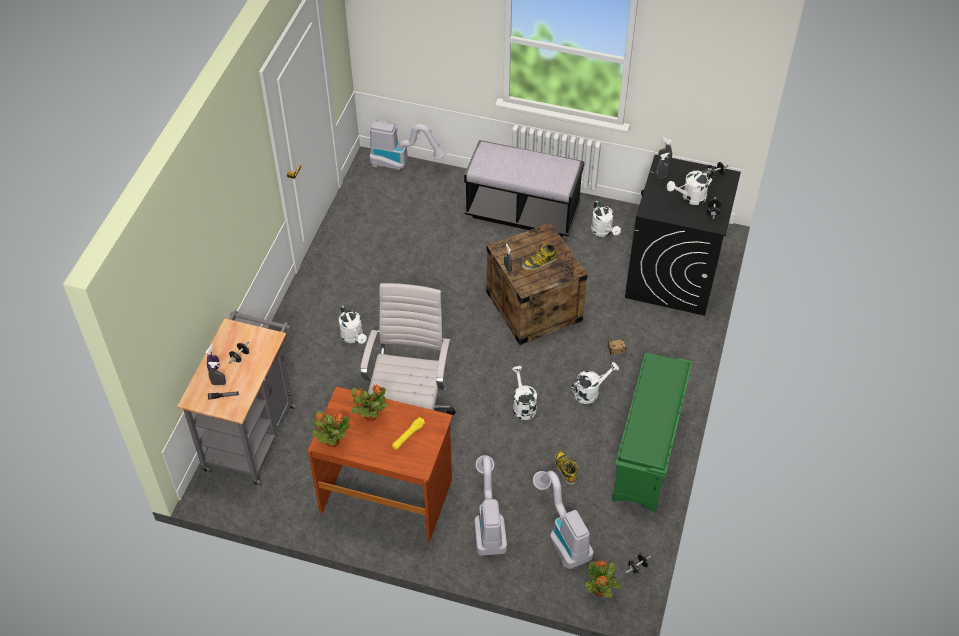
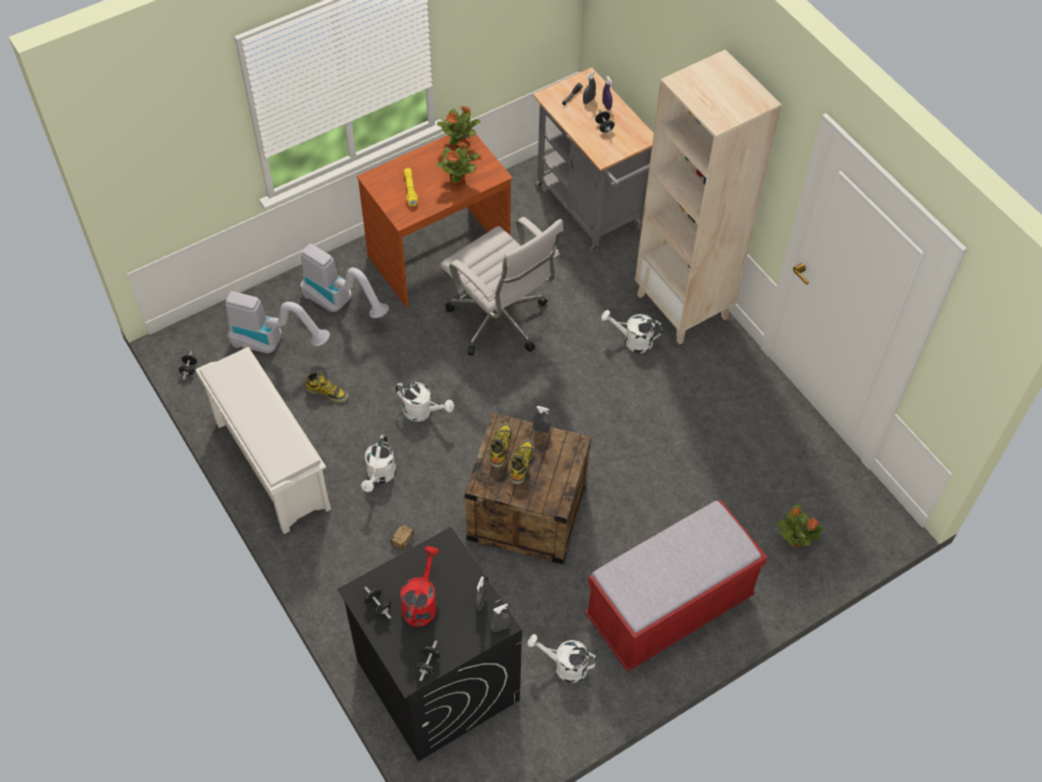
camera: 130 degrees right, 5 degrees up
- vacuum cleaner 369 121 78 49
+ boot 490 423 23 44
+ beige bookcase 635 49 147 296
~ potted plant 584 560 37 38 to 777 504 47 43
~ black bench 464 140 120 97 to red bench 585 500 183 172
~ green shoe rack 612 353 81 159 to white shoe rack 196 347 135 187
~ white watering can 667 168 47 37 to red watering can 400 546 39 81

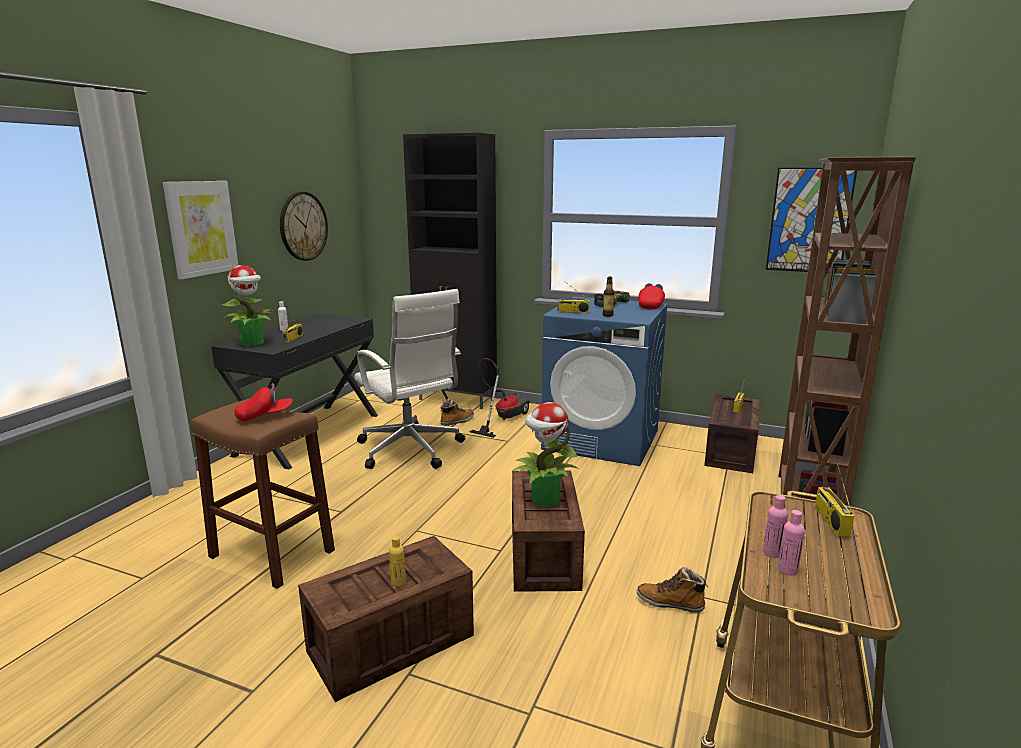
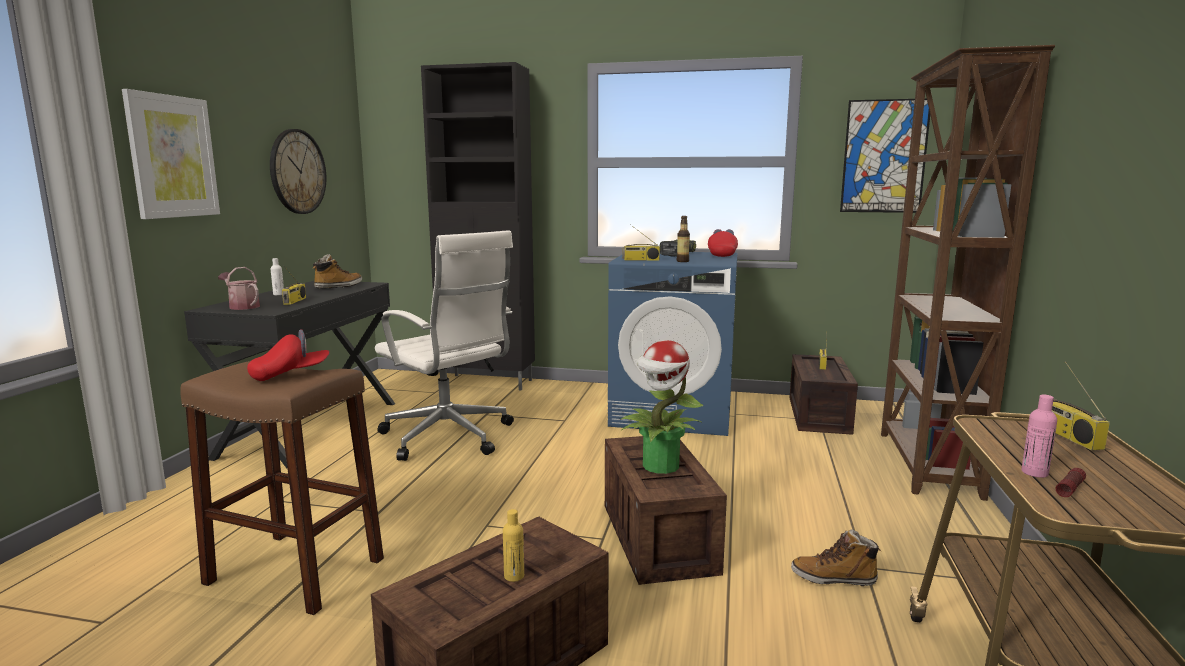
camera: 10 degrees left, 5 degrees down
- vacuum cleaner 470 358 60 80
~ boot 441 399 33 27 to 312 254 50 34
~ potted plant 221 265 51 81 to watering can 218 267 42 43
~ pink bottle 778 510 27 66 to flashlight 1056 468 30 29

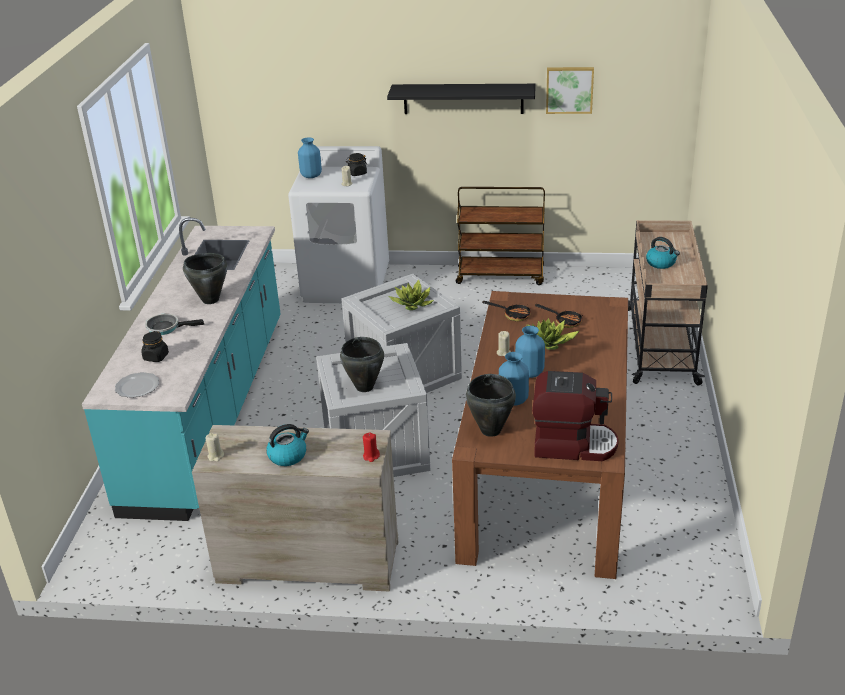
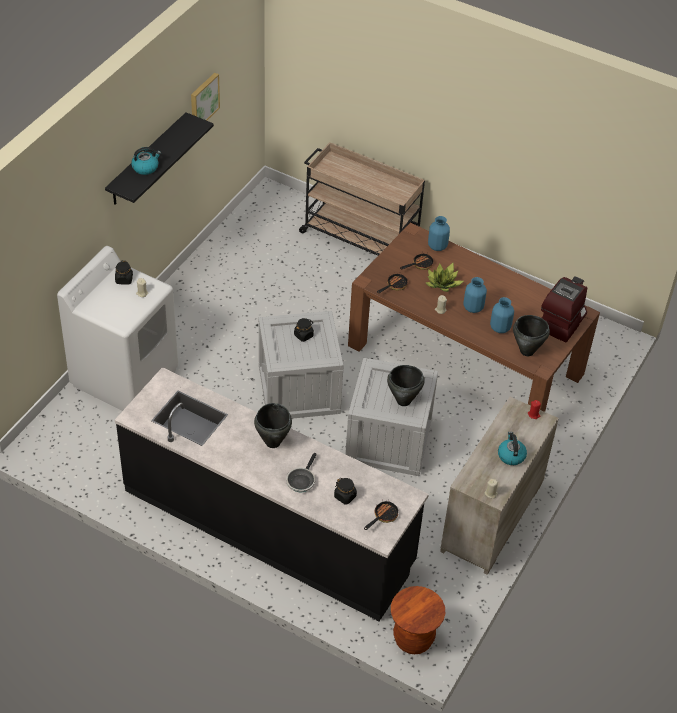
camera: 70 degrees left, 15 degrees up
- brown cart 456 187 89 98
+ brown stool 391 586 54 68
~ blue vase 298 138 24 40 to 428 216 22 35
~ kettle 646 237 34 32 to 131 147 30 28
~ plate 115 372 44 26 to frying pan 364 500 34 30
~ potted plant 389 279 45 31 to black jar 294 318 20 24
~ turquoise counter 82 218 199 303 to black counter 115 367 314 254

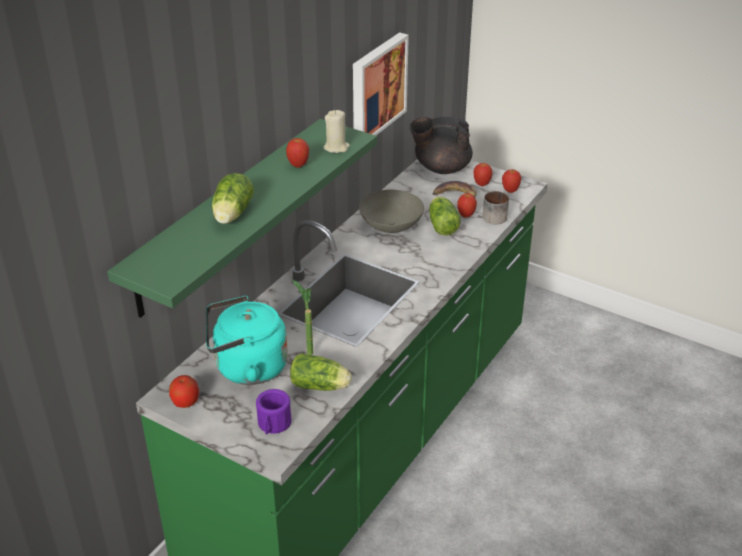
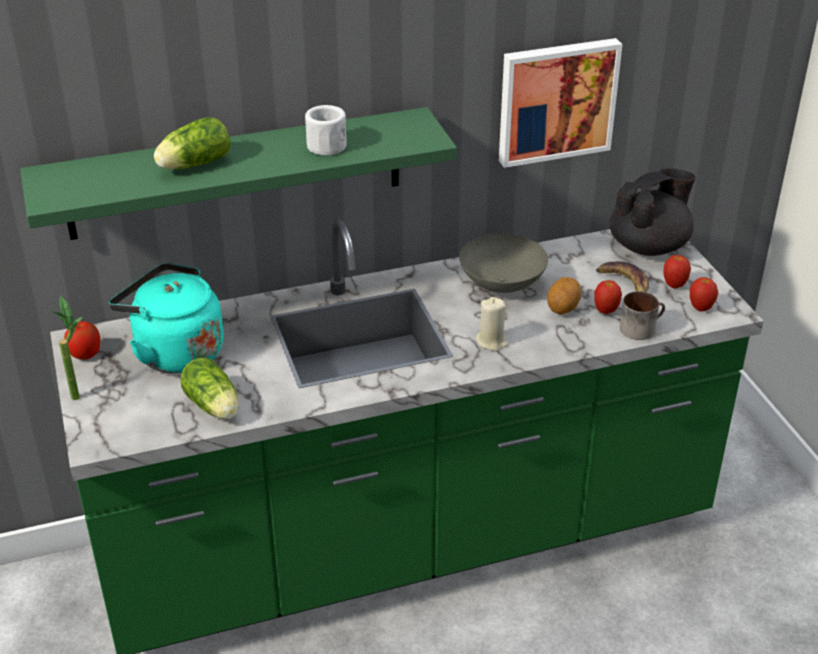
camera: 40 degrees right, 0 degrees up
- purple mug 256 389 35 45
~ potted plant 292 280 21 75 to 51 295 31 105
~ beige candle 323 110 27 43 to 476 297 33 54
~ apple 286 138 23 30 to white mug 305 105 42 51
~ lettuce 429 197 32 39 to potato 547 277 34 38
~ black teapot 410 117 63 57 = 609 168 87 88 105 degrees clockwise

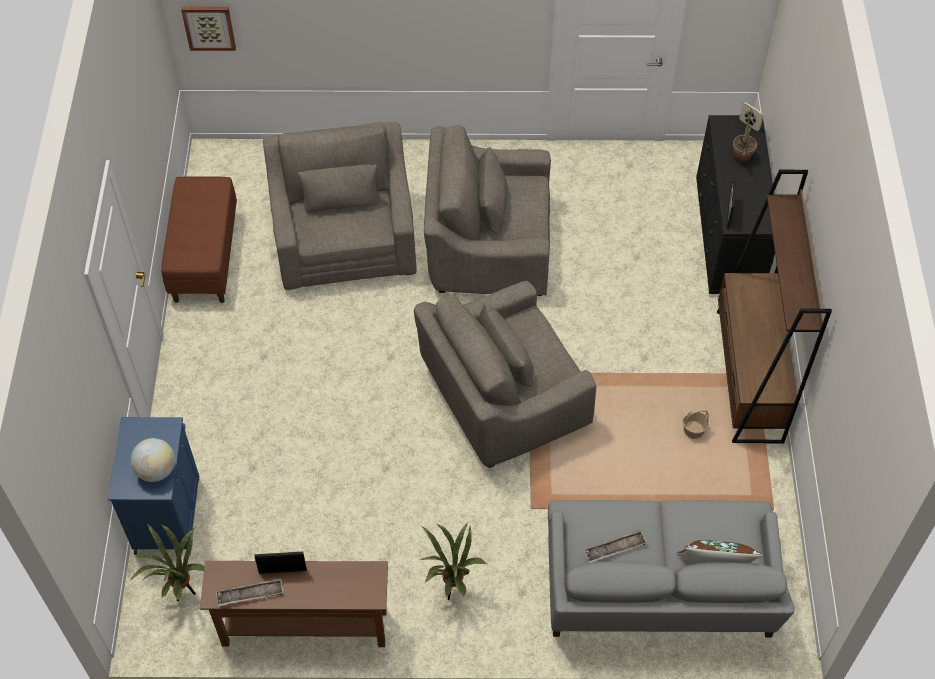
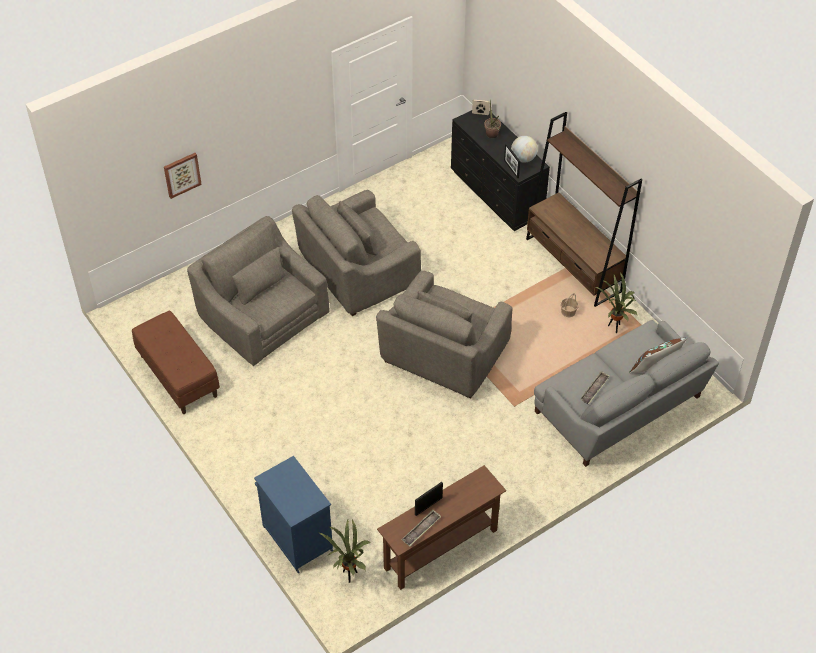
camera: 35 degrees left, 5 degrees down
~ globe 131 438 44 44 to 511 136 27 27
~ picture 181 7 55 44 to 164 153 38 46
~ potted plant 420 523 67 77 to 596 272 42 61

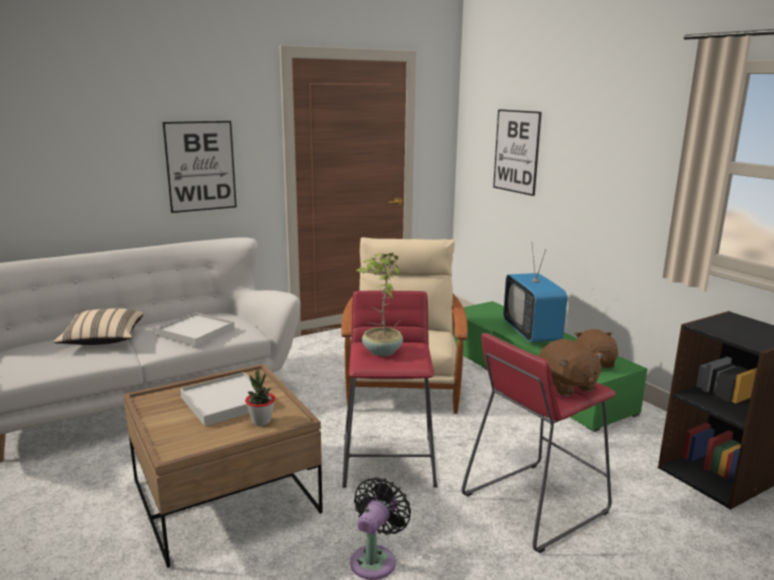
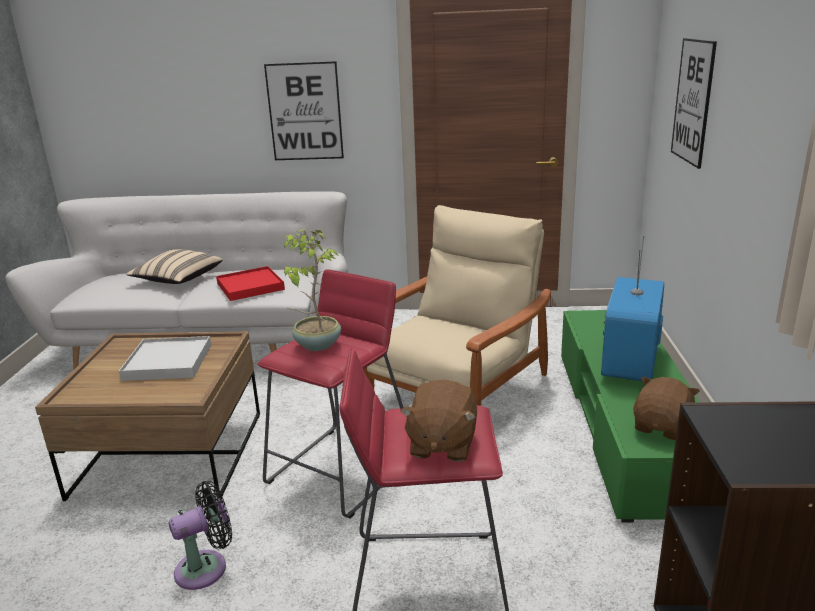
camera: 35 degrees right, 5 degrees up
- potted plant 245 370 30 56
~ white tray 156 313 79 34 to red tray 216 266 69 35

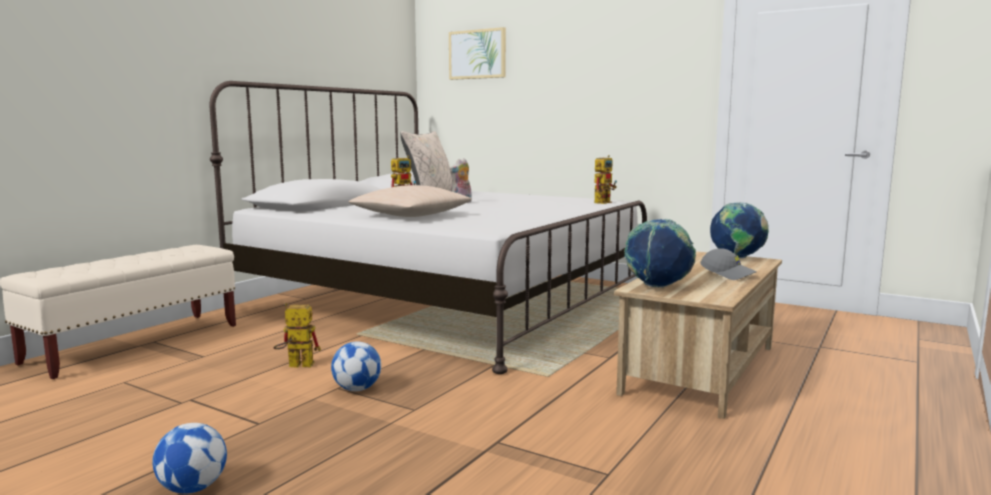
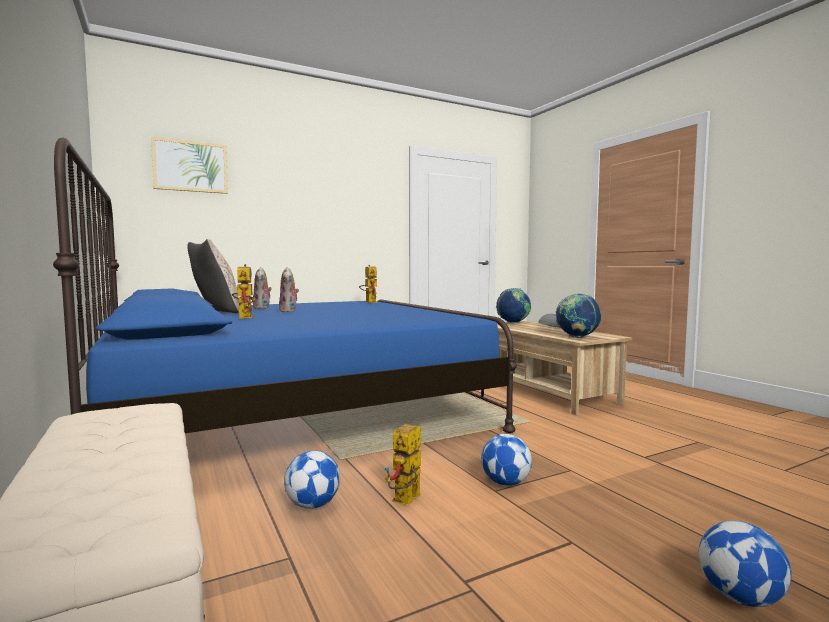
camera: 60 degrees left, 5 degrees down
- beige pillow 349 185 123 32
+ plush toy 253 267 19 42
+ football 284 451 56 58
~ white bed 210 81 437 293 to blue bed 53 138 464 295

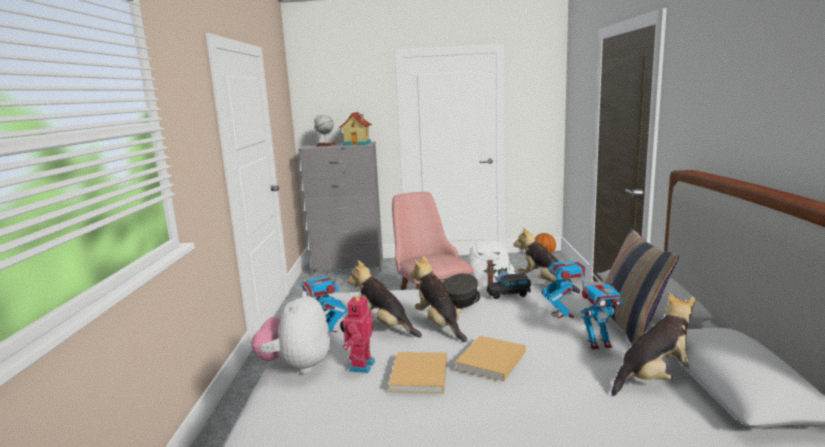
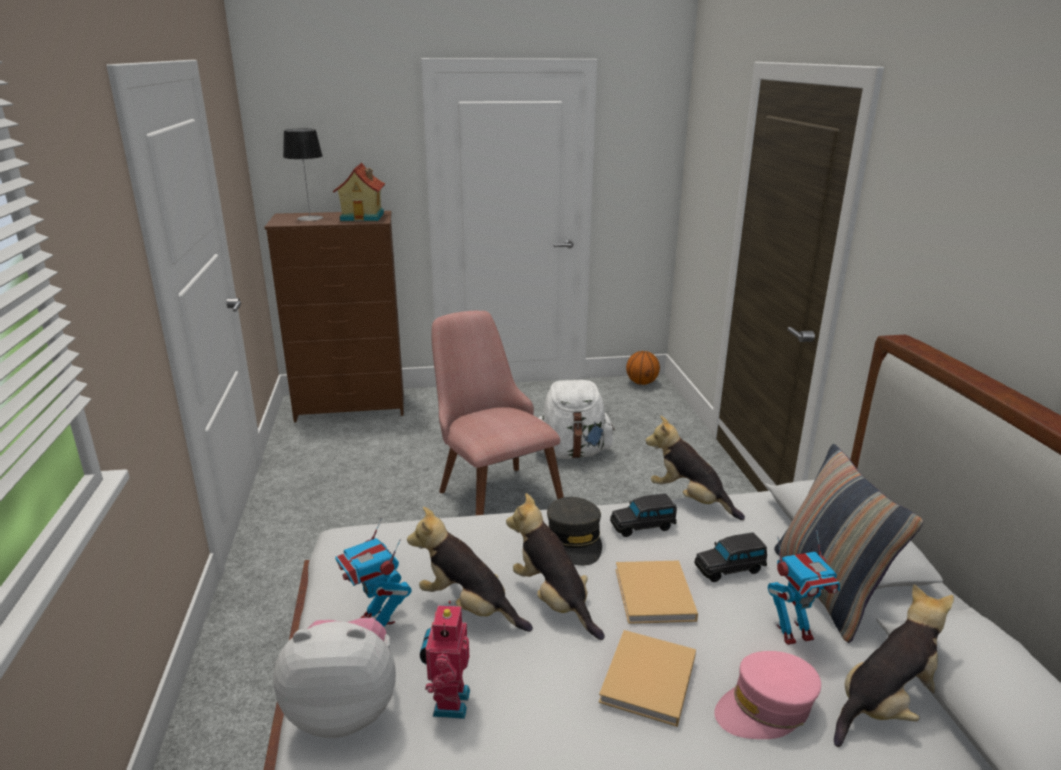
camera: 10 degrees left, 10 degrees up
+ pink cap 714 651 107 88
~ beige book 388 352 59 42 to 615 561 83 63
~ globe 314 114 22 32 to table lamp 283 128 40 93
~ toy robot 542 253 45 65 to black toy car 695 532 72 50
~ grey dresser 298 142 85 133 to brown dresser 265 211 139 211
~ plush toy 251 291 80 83 = 273 617 123 121 90 degrees clockwise
~ grey cap 443 273 37 35 = 547 497 55 69 150 degrees clockwise

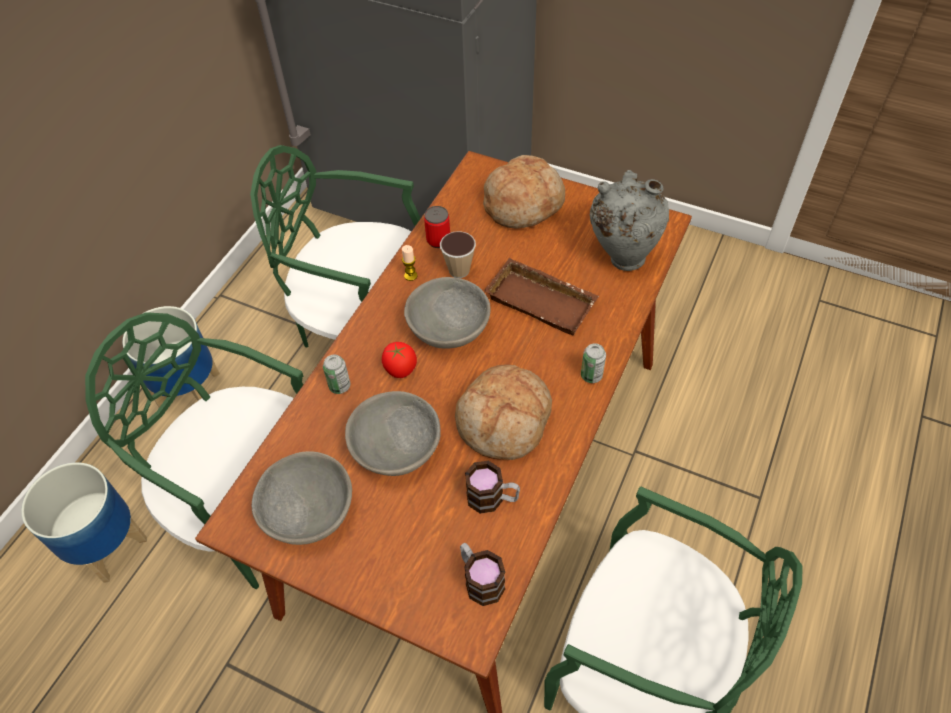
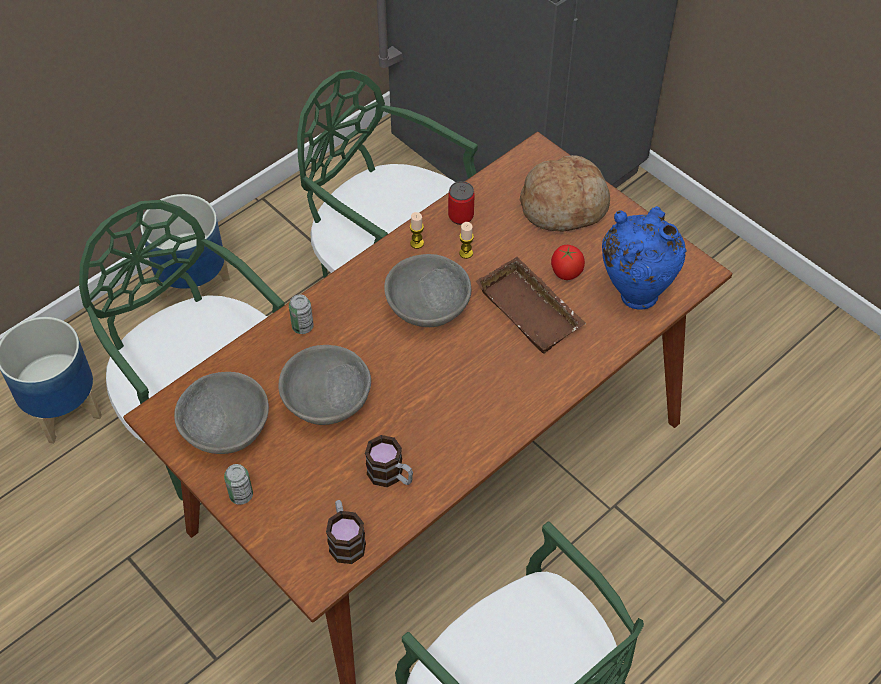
camera: 20 degrees right, 0 degrees up
- bread 455 364 97 96
~ tomato 382 342 35 36 to 551 245 34 35
~ can 581 343 25 40 to 224 464 29 41
~ cup 440 231 36 47 to candle 459 222 15 37
~ grey vase 590 170 79 101 to blue vase 602 206 84 104

